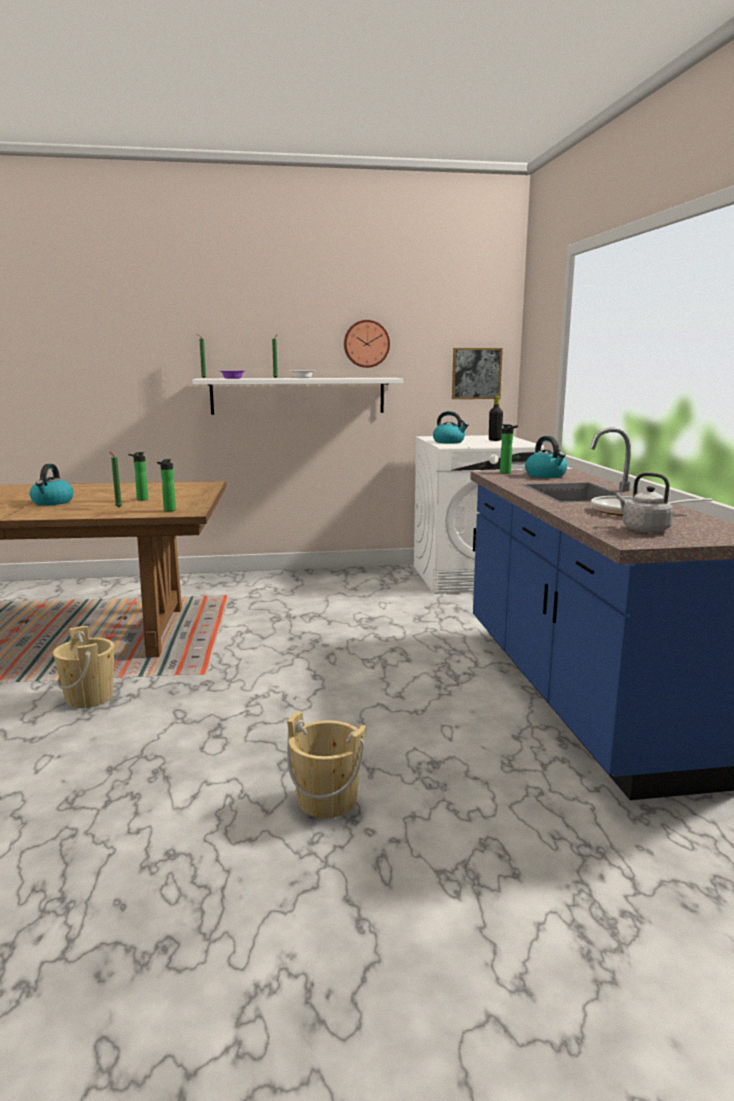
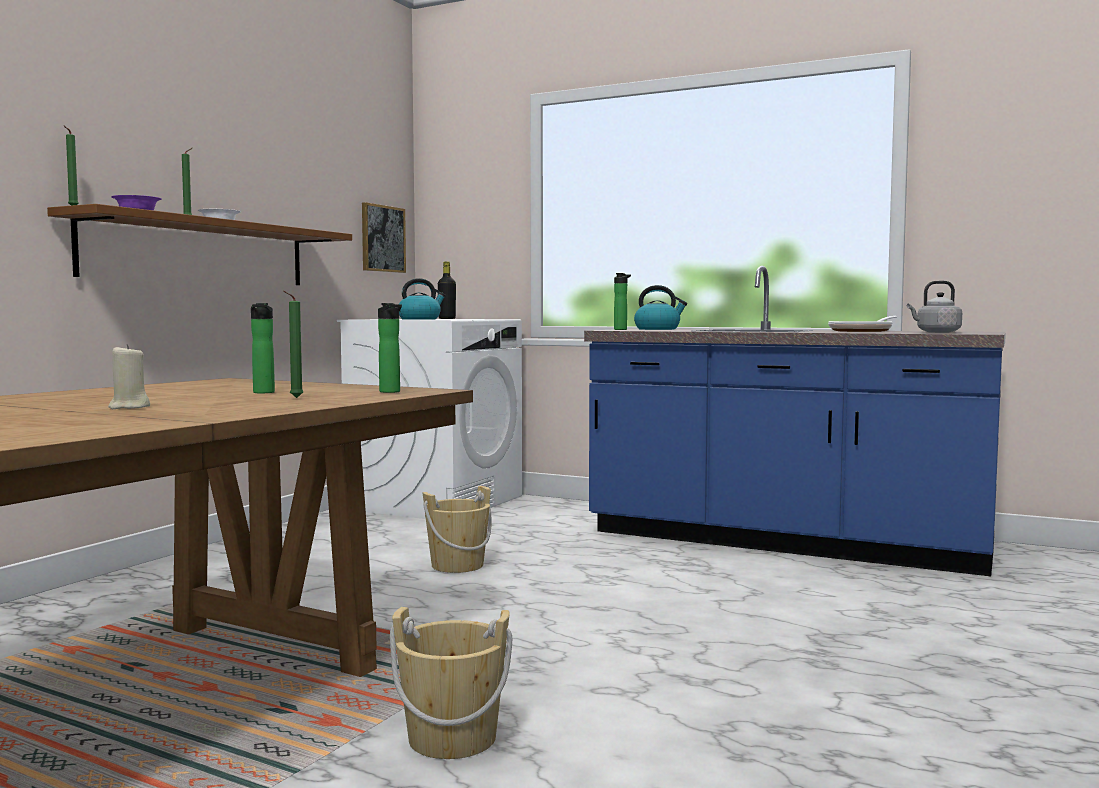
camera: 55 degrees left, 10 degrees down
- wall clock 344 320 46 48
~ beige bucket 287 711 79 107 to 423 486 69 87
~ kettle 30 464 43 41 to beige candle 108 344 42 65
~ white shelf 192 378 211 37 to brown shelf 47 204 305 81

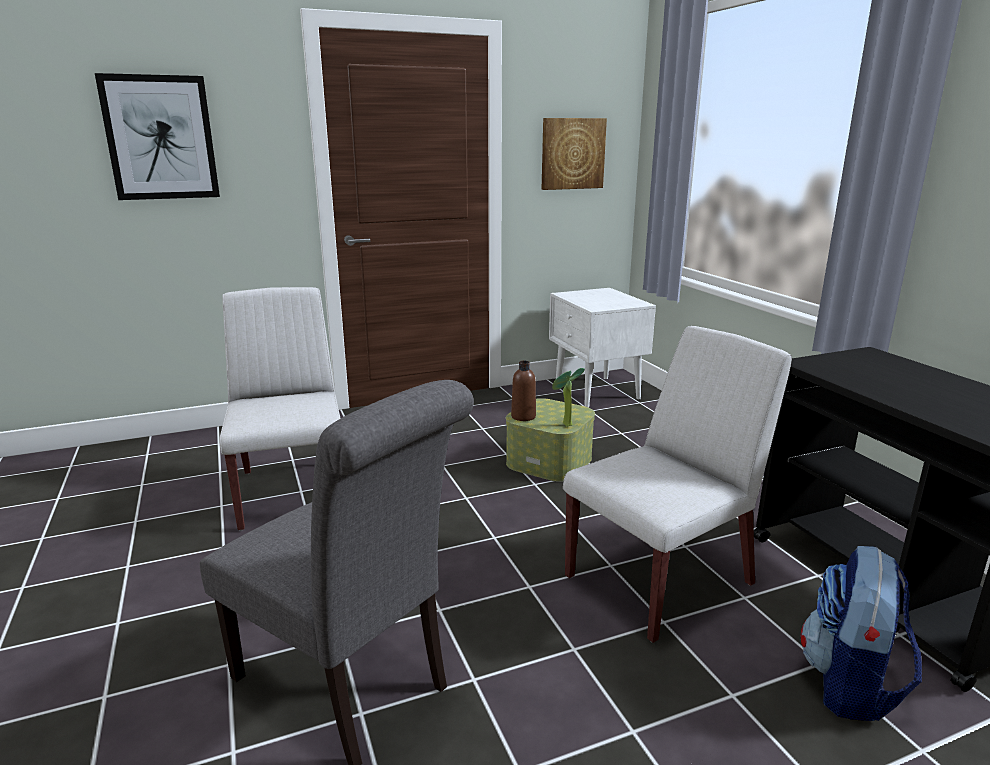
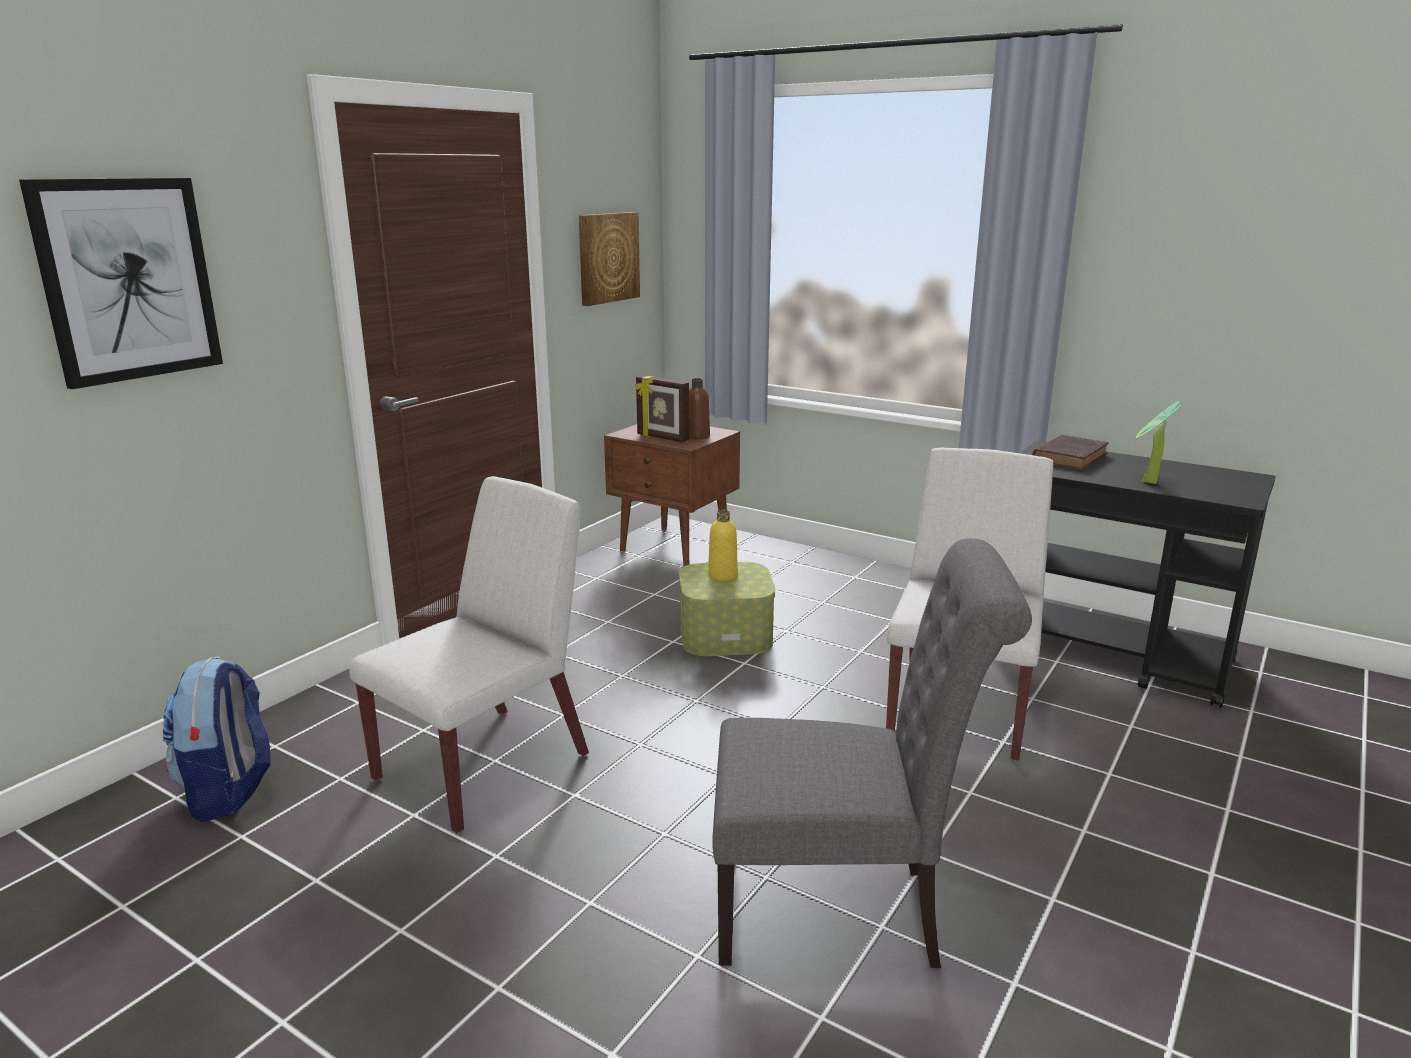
camera: 35 degrees left, 0 degrees up
+ picture frame 635 375 54 67
+ yellow bottle 708 510 30 71
+ brown book 1032 435 77 35
~ brown bottle 511 361 25 60 to 689 378 21 61
~ potted plant 552 368 33 59 to 1136 401 45 83
~ backpack 800 546 122 175 to 163 656 108 166
~ white nightstand 549 288 107 120 to brown nightstand 604 424 136 142
~ white chair 219 287 122 244 = 349 476 240 357 90 degrees clockwise

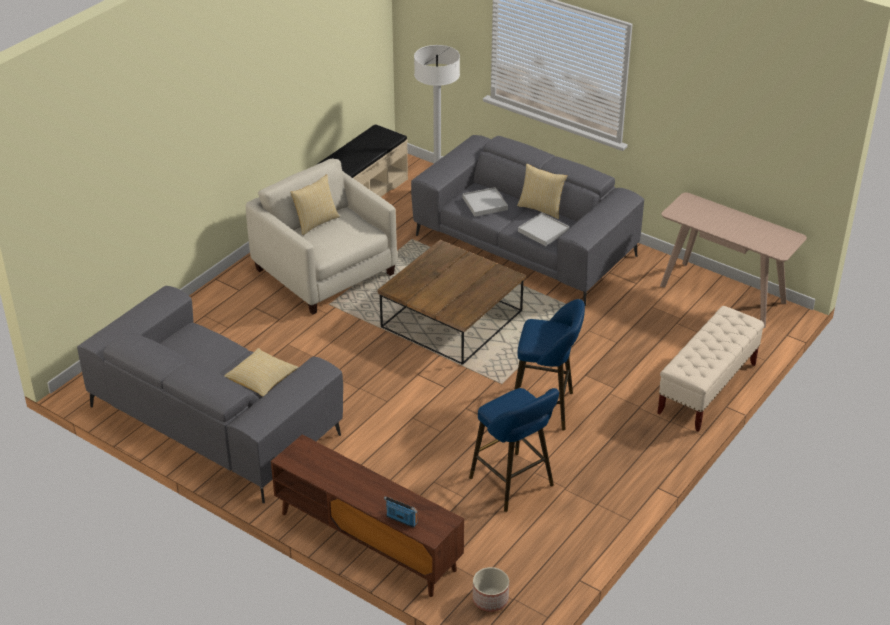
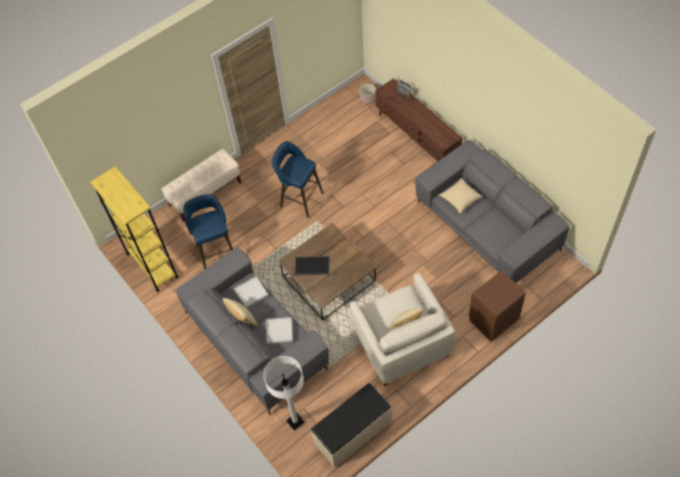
camera: 160 degrees left, 20 degrees up
+ tray 294 256 36 19
+ brown nightstand 469 270 57 71
~ blue stool 469 388 90 124 to 183 194 50 76
~ beige console table 660 193 147 135 to yellow bookcase 90 167 89 125

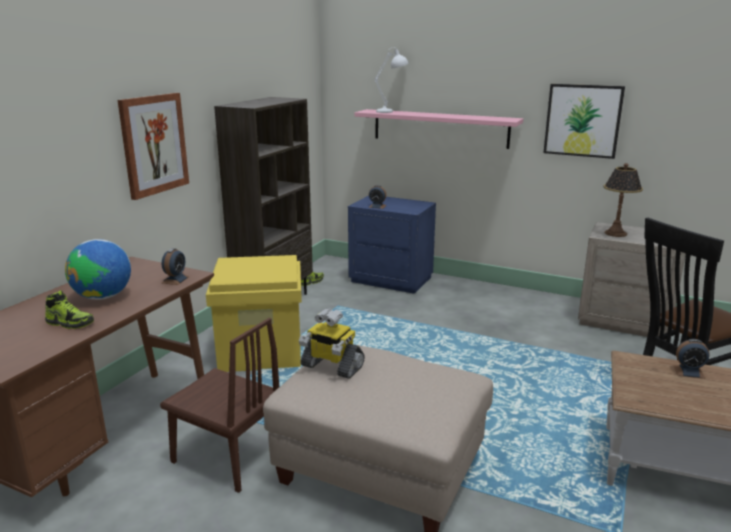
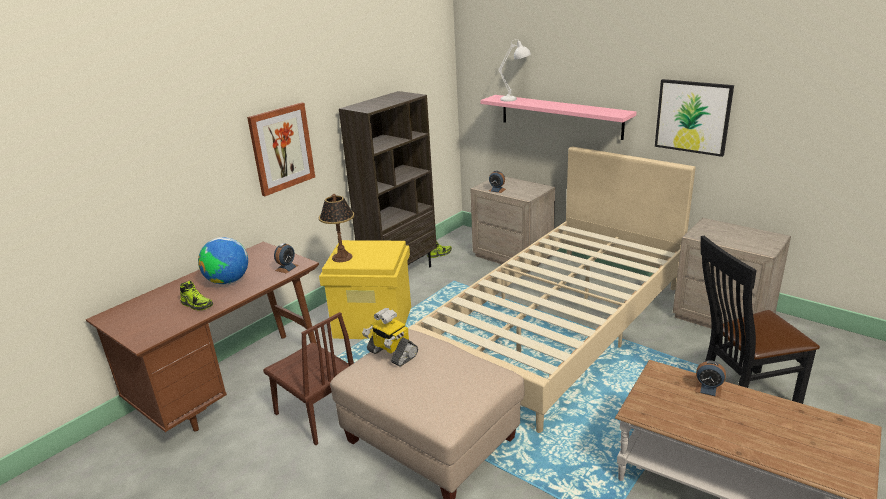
camera: 15 degrees right, 5 degrees up
+ beige bed 408 146 288 287
~ table lamp 604 163 39 74 to 319 194 35 68
~ blue nightstand 348 195 88 99 to beige nightstand 470 177 85 96

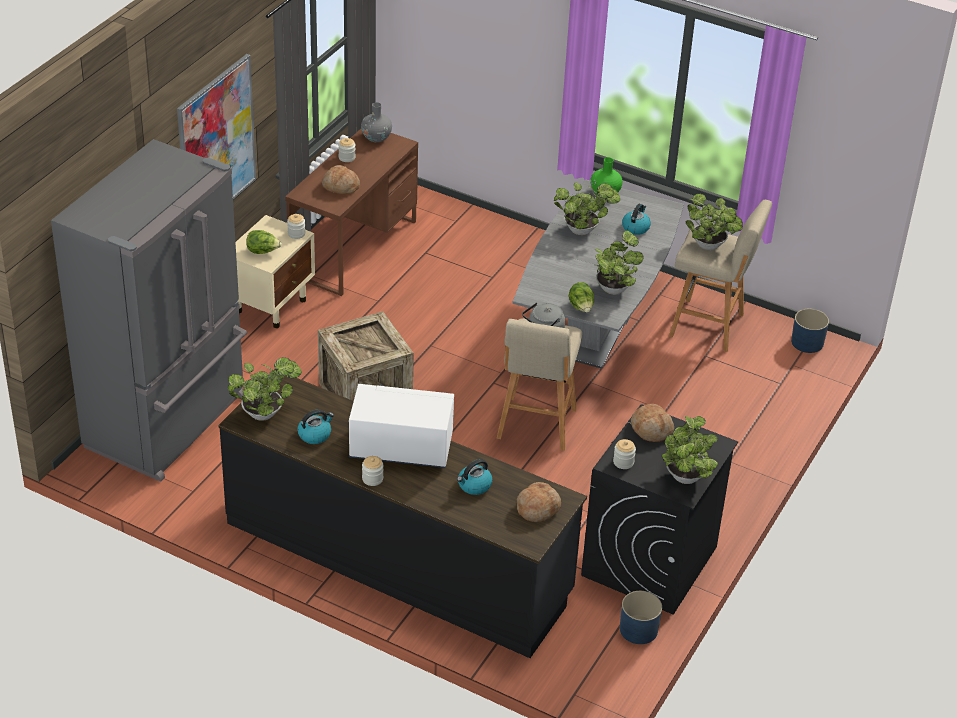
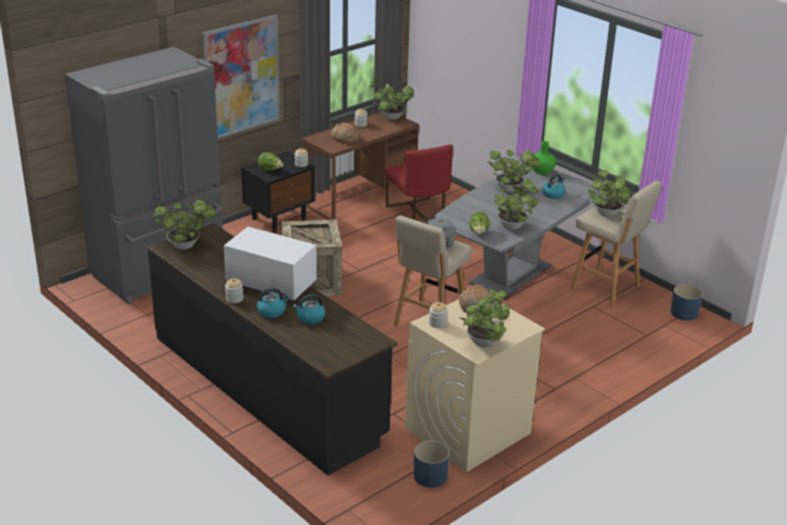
camera: 20 degrees right, 10 degrees down
- bread 517 482 44 40
+ red chair 385 144 68 80
~ kettle 297 409 37 35 to 257 288 33 30
~ grey vase 361 102 31 40 to potted plant 368 80 46 40
~ beige nightstand 235 215 80 113 to black nightstand 241 152 74 81
~ black washing machine 581 404 157 211 to beige washing machine 405 299 140 173

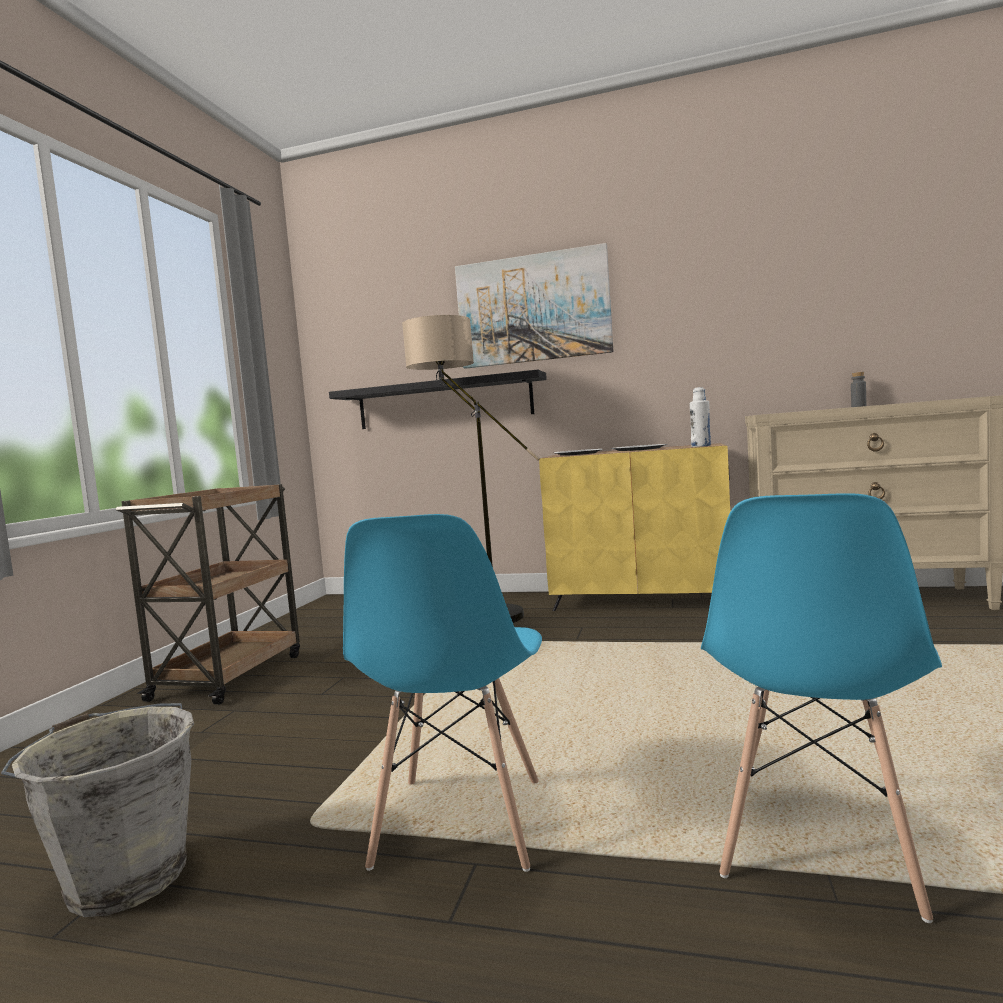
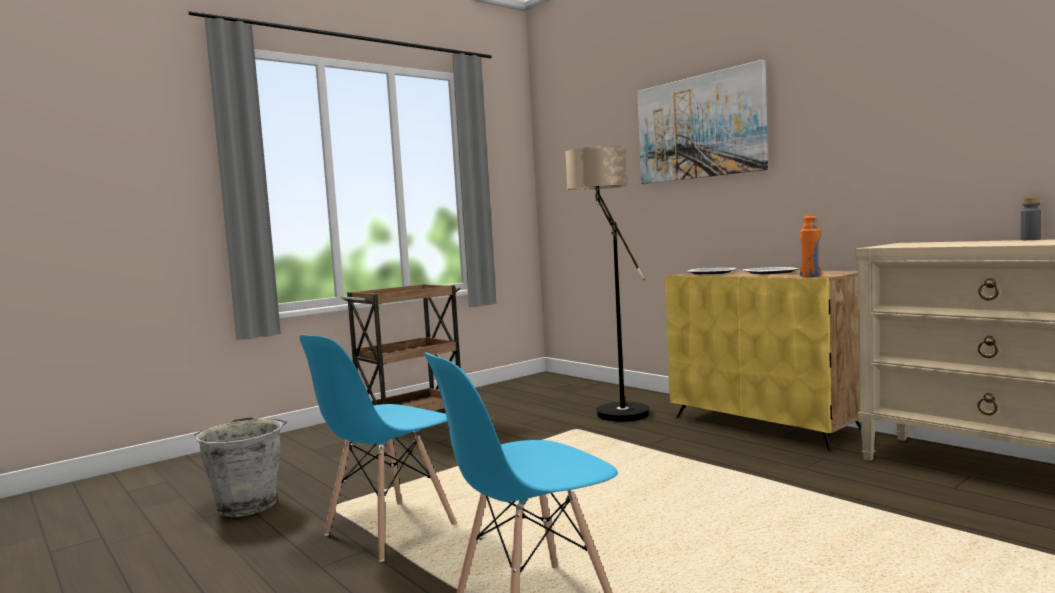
camera: 35 degrees right, 0 degrees up
- black shelf 329 370 218 59
~ white bottle 690 387 21 60 to orange bottle 799 215 22 62

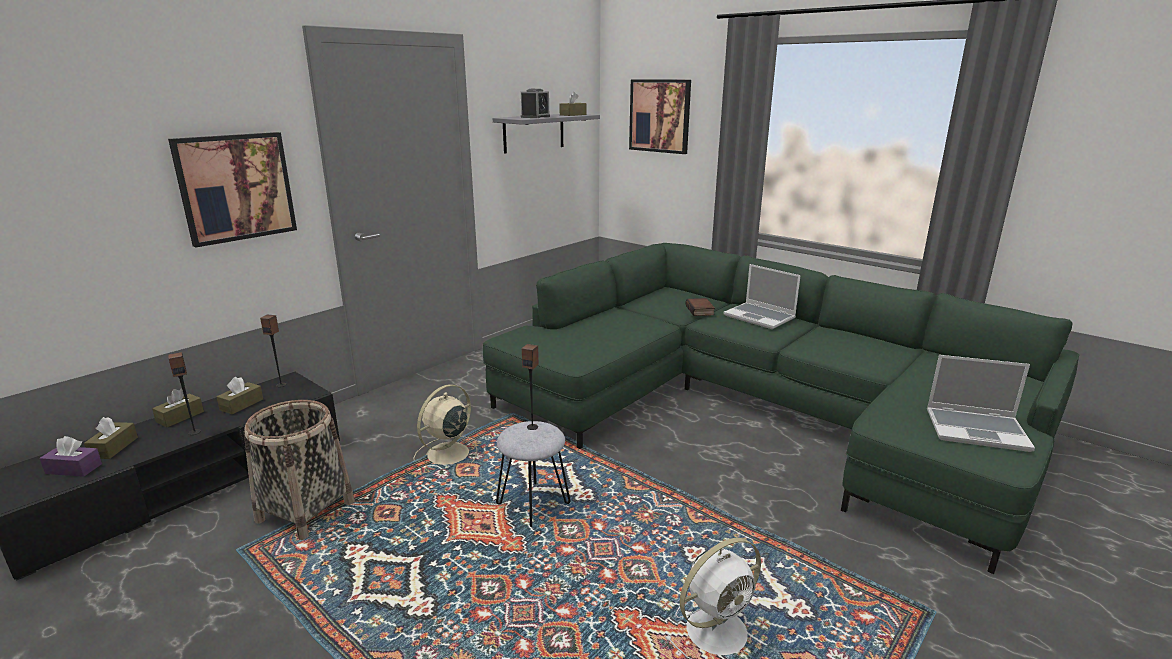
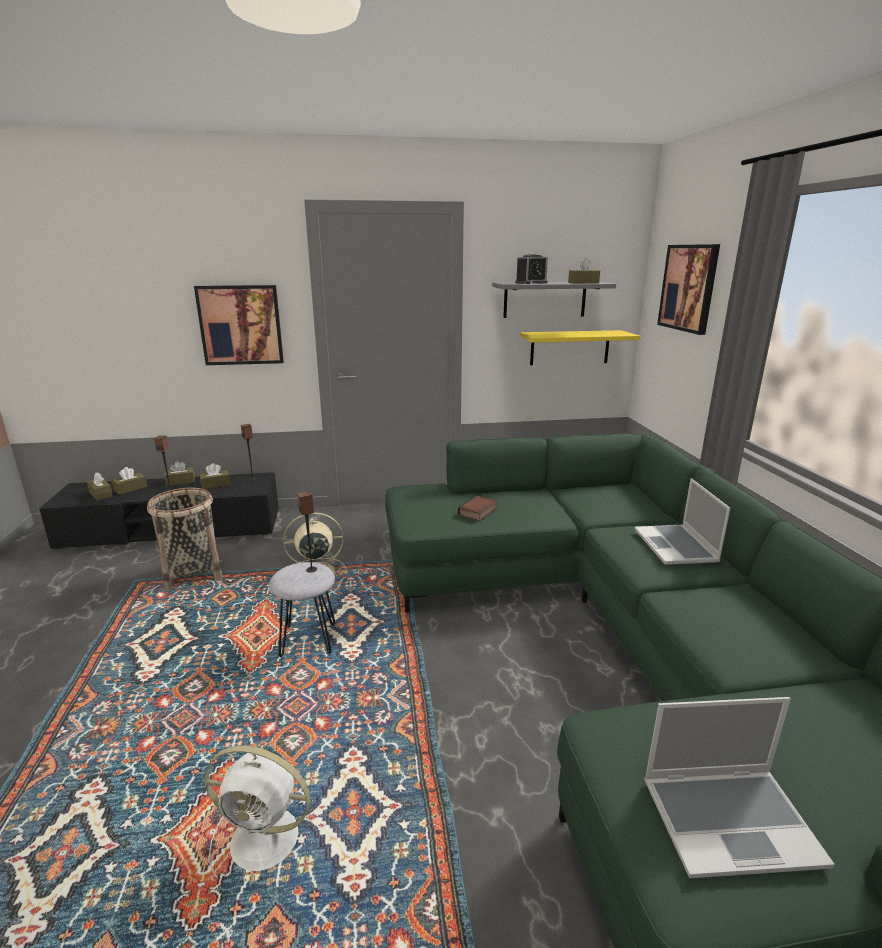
camera: 40 degrees right, 0 degrees up
+ yellow shelf 520 330 120 35
~ book 685 298 30 18 to 458 495 39 26
~ purple tissue box 40 436 62 41 to brown tissue box 87 472 26 28
~ laptop 927 355 108 97 = 644 697 191 182 60 degrees counterclockwise

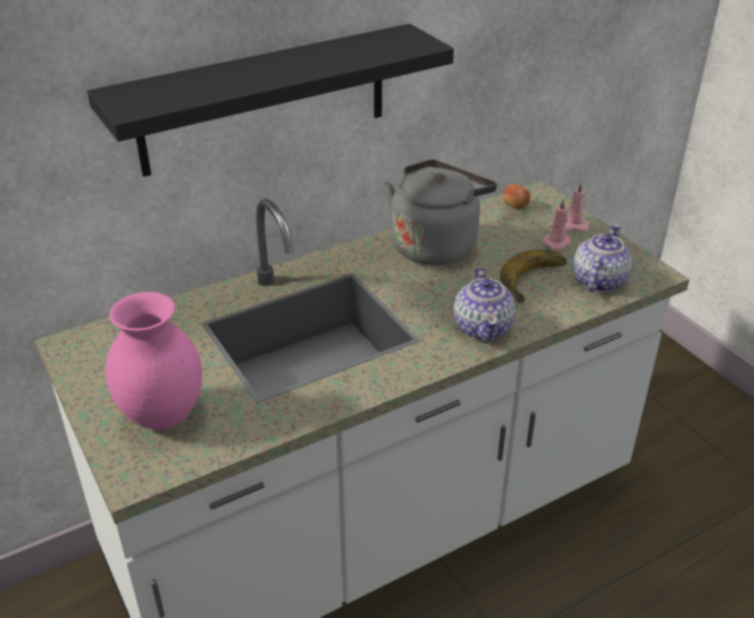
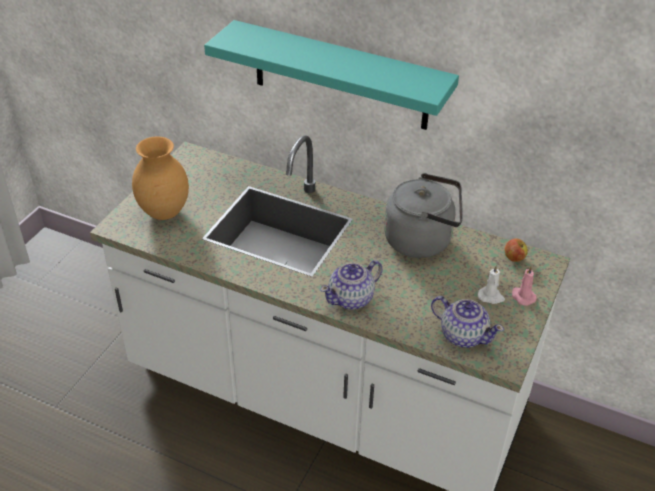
camera: 55 degrees right, 5 degrees up
- banana 500 249 67 54
~ black shelf 87 24 367 153 to turquoise shelf 204 20 255 110
~ pink vase 106 292 96 138 to brown vase 132 137 57 83
~ pink candle 542 198 29 52 to white candle 478 265 27 39
~ teapot 573 224 60 68 = 431 296 73 52 45 degrees clockwise

